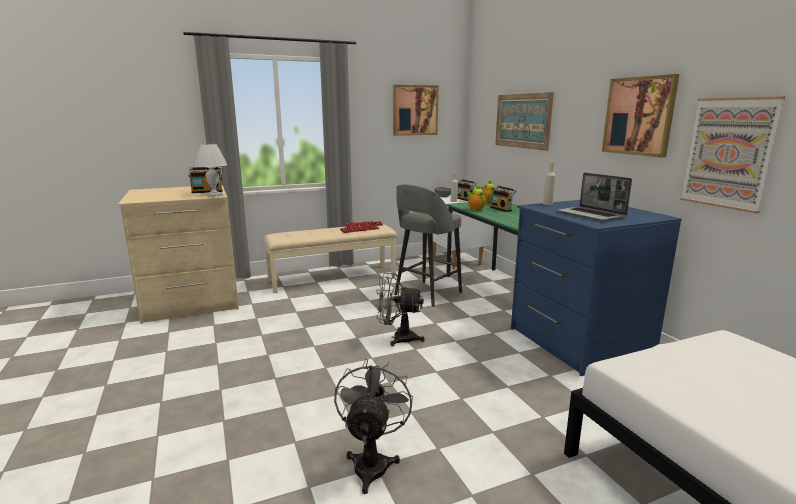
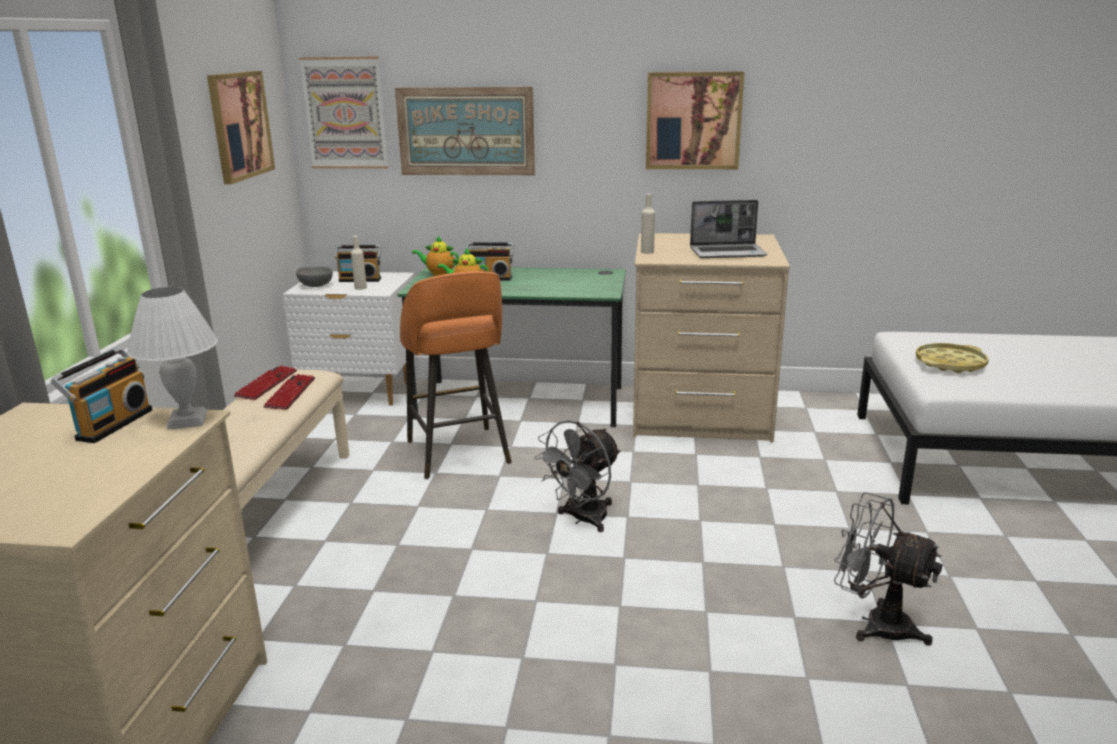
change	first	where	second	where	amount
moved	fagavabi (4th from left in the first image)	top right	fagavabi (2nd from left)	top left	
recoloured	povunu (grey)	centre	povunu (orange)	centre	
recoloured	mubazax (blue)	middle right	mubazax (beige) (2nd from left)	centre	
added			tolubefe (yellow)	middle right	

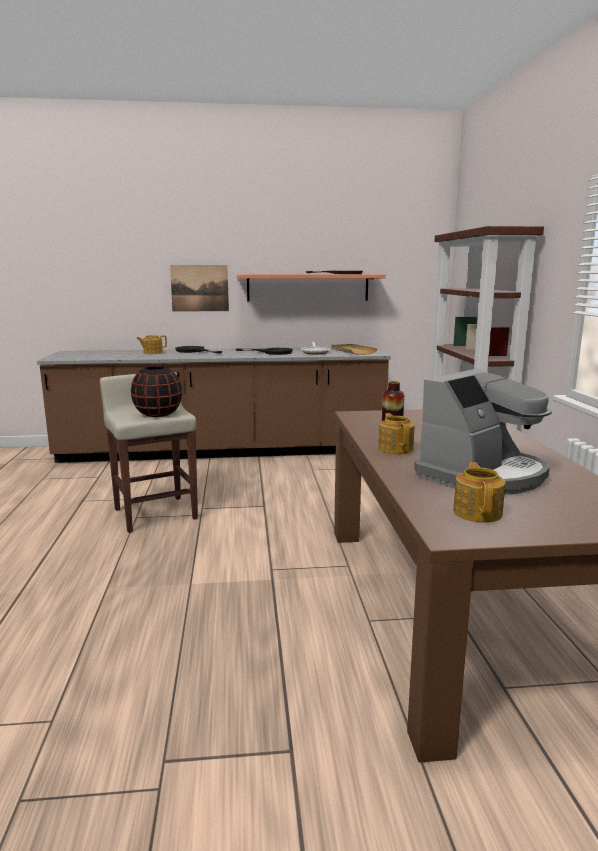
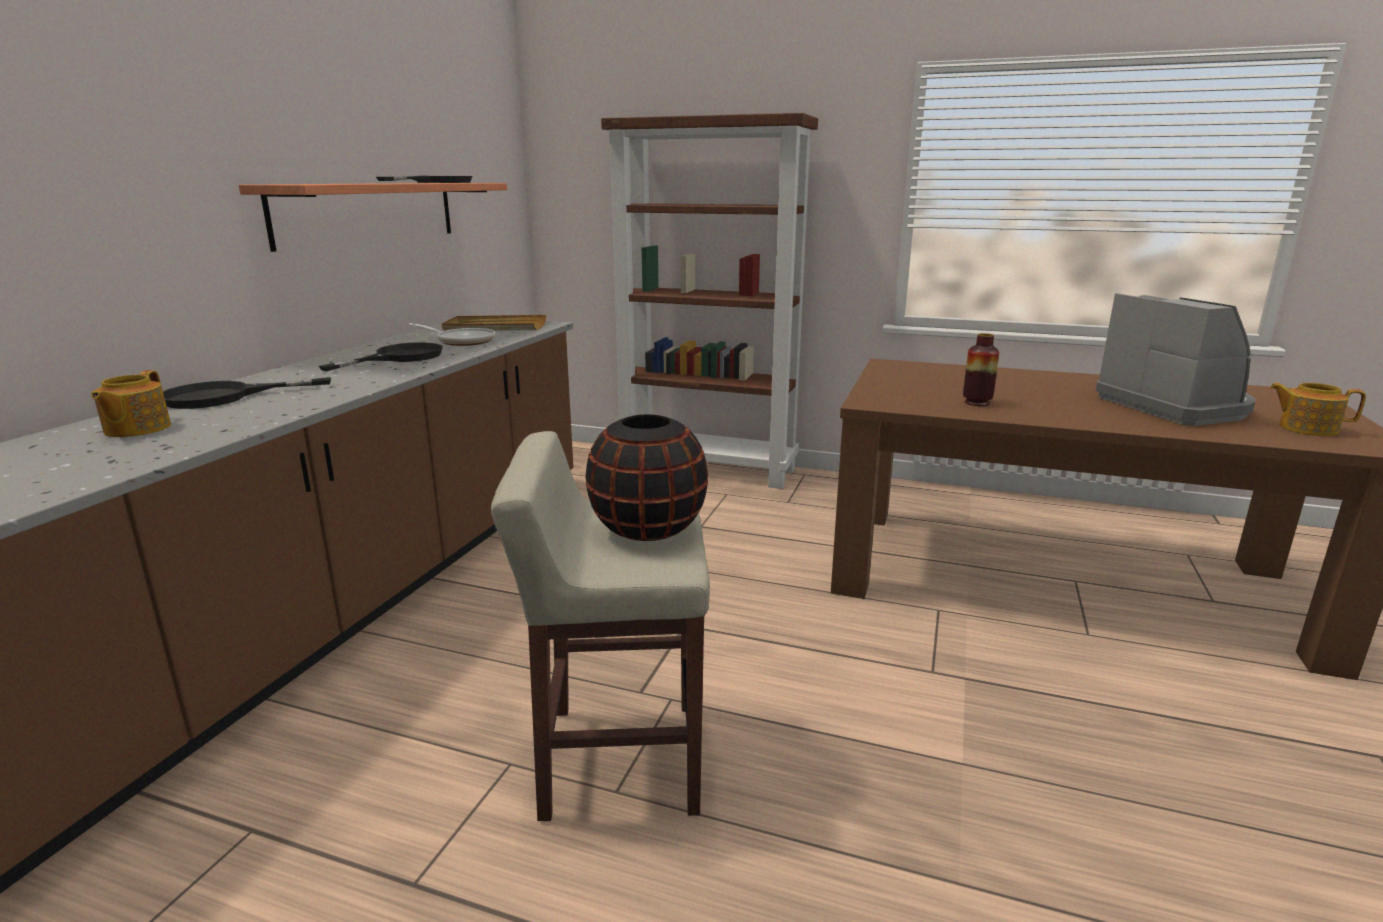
change	first	where	second	where	amount
removed	fagavabi	middle left			
removed	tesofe (2nd from left)	centre			

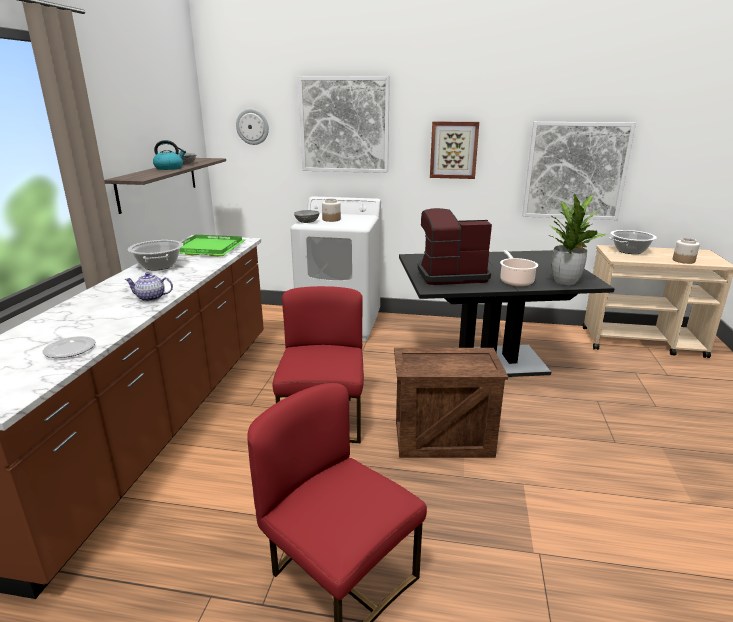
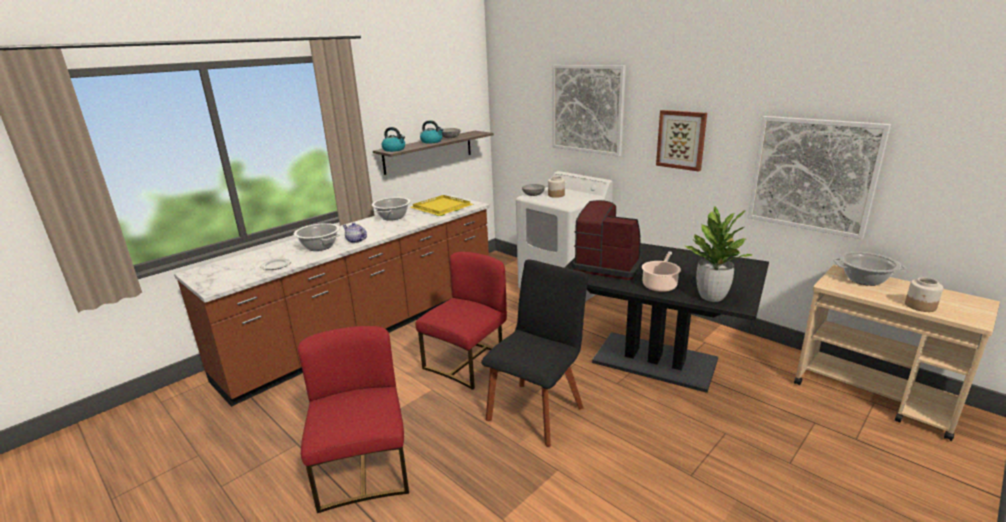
change	first	where	second	where	amount
removed	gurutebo	top centre			
recoloured	tolubefe (green)	middle left	tolubefe (yellow)	centre	
replaced	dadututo	centre	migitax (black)	bottom centre	
added			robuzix (1st from left)	top centre	
added			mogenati (1st from left)	middle left	

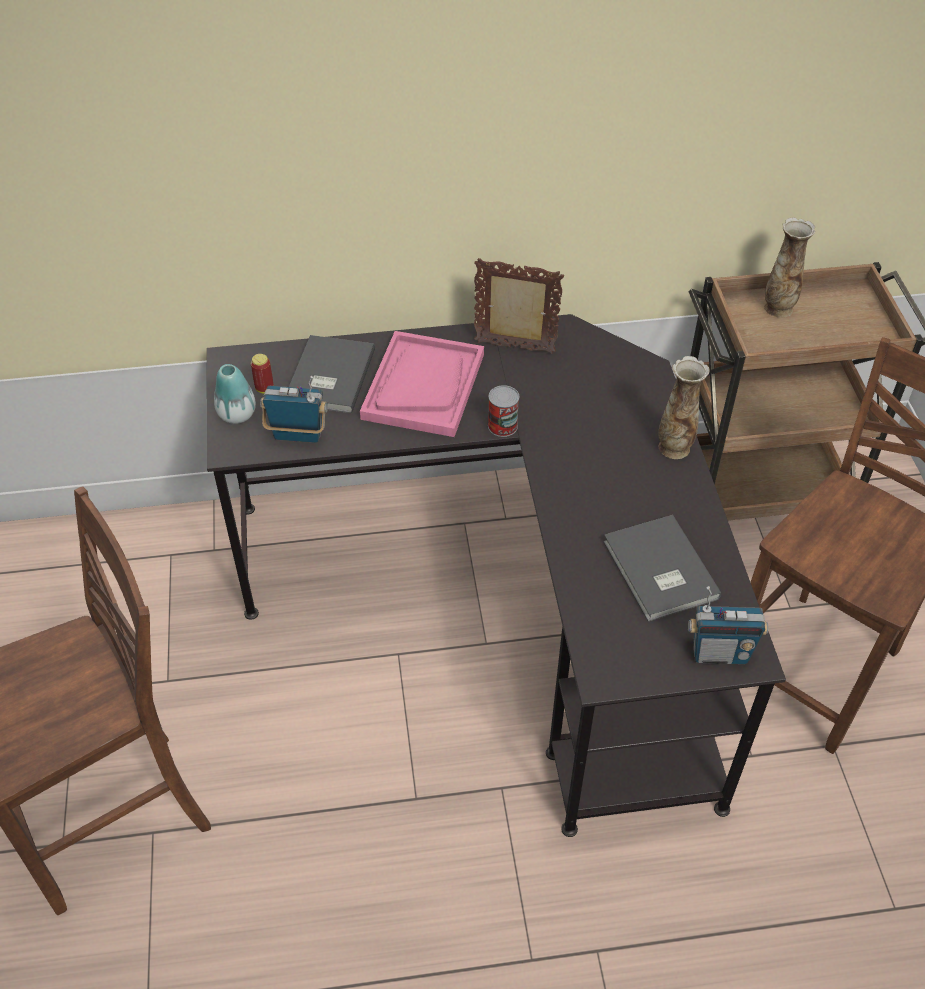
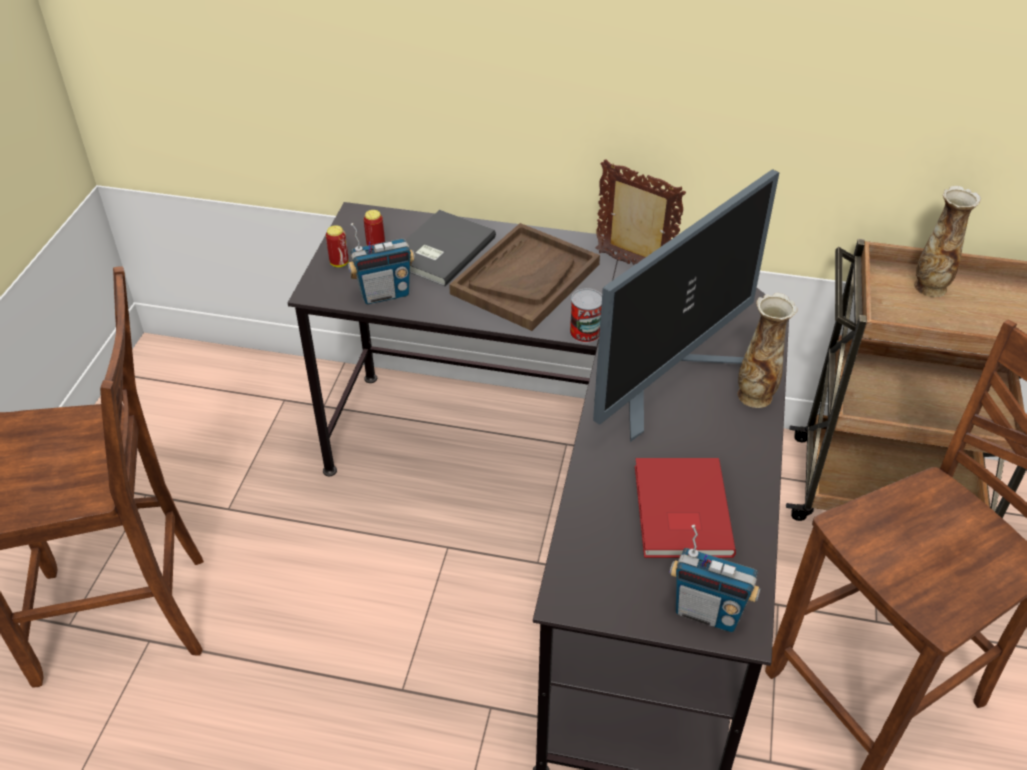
change	first	where	second	where	amount
recoloured	tolubefe (pink)	centre	tolubefe (brown)	centre	
replaced	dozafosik (1st from left)	middle left	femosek (1st from left)	top left	
turned	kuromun (1st from left)	middle left		centre	135 degrees clockwise
recoloured	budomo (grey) (2nd from left)	middle right	budomo (red)	middle right	
added			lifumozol	middle right	

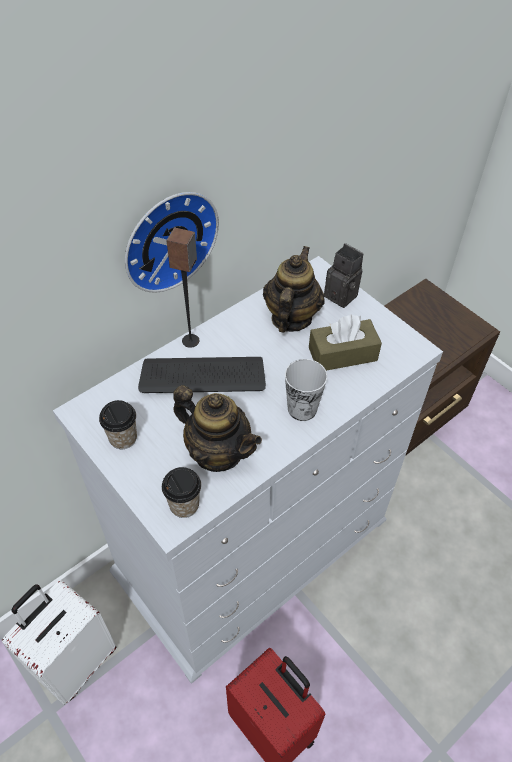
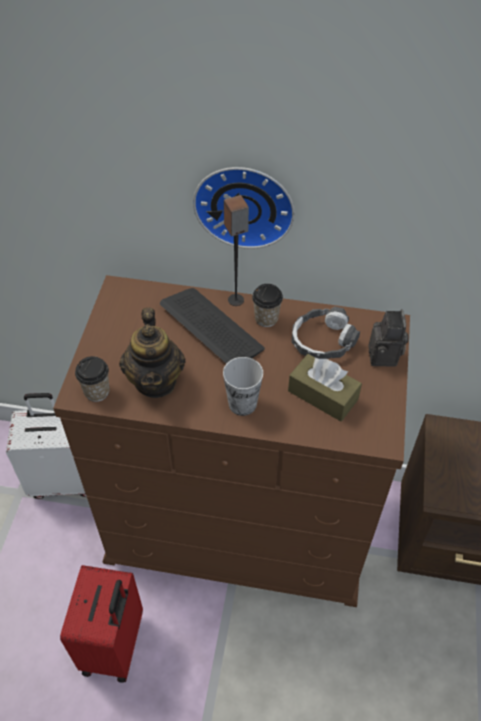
change	first	where	second	where	amount
replaced	tesofe (2nd from left)	centre	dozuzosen	middle right	
recoloured	mubazax (white)	centre	mubazax (brown)	centre	
moved	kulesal (1st from left in the first image)	middle left	kulesal (3rd from left)	centre	

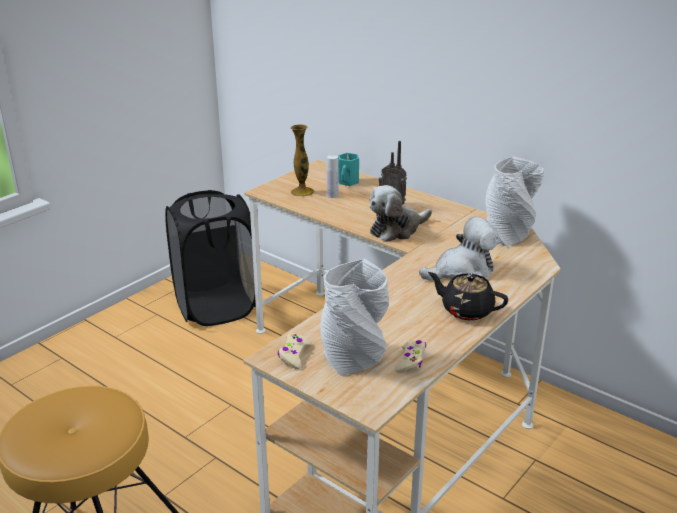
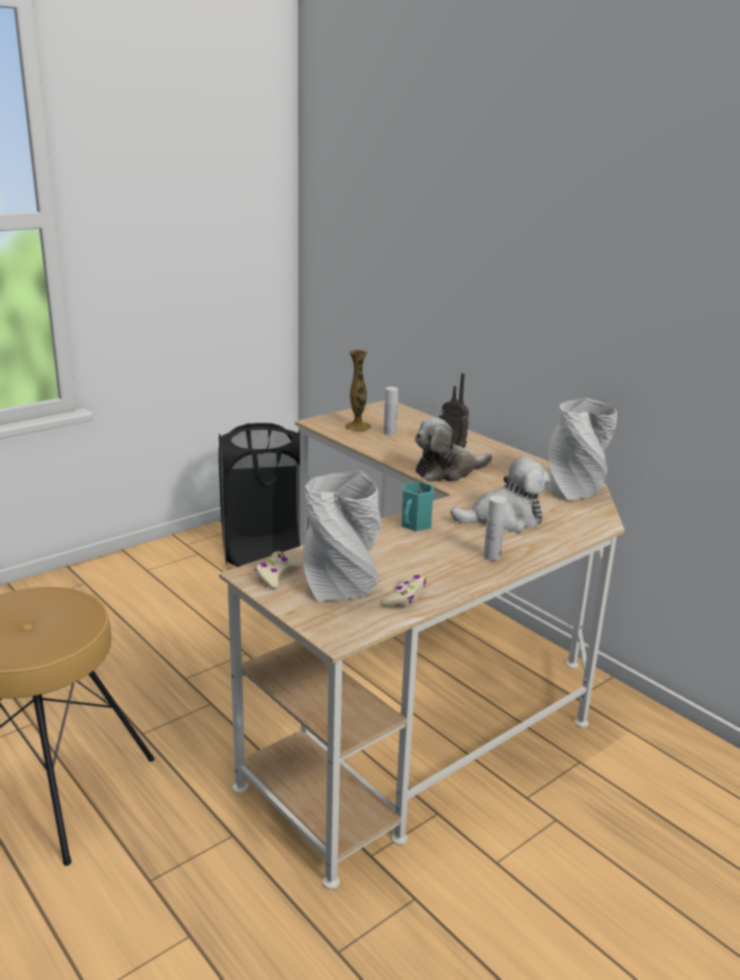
change	first	where	second	where	amount
moved	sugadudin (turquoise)	top centre		centre	
replaced	tesofe (black)	middle right	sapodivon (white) (2nd from left)	middle right	

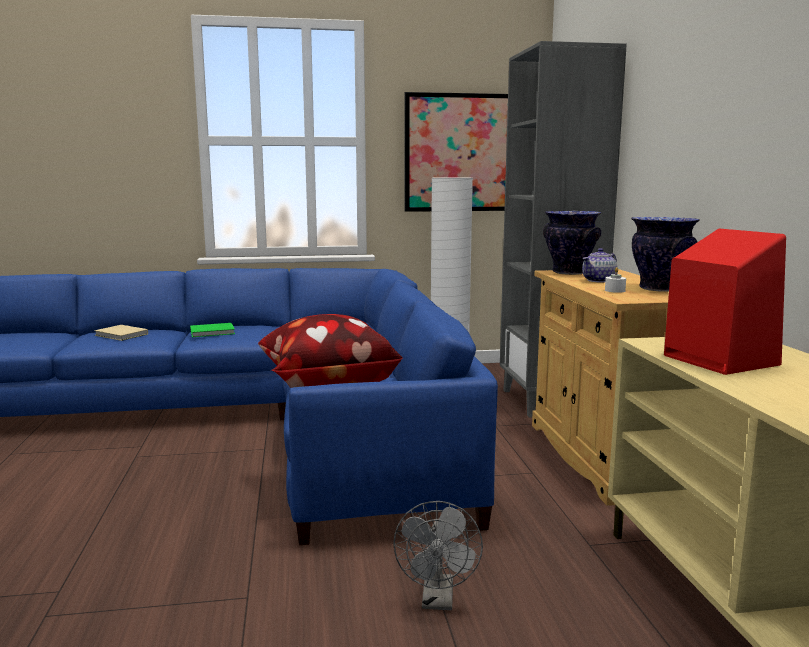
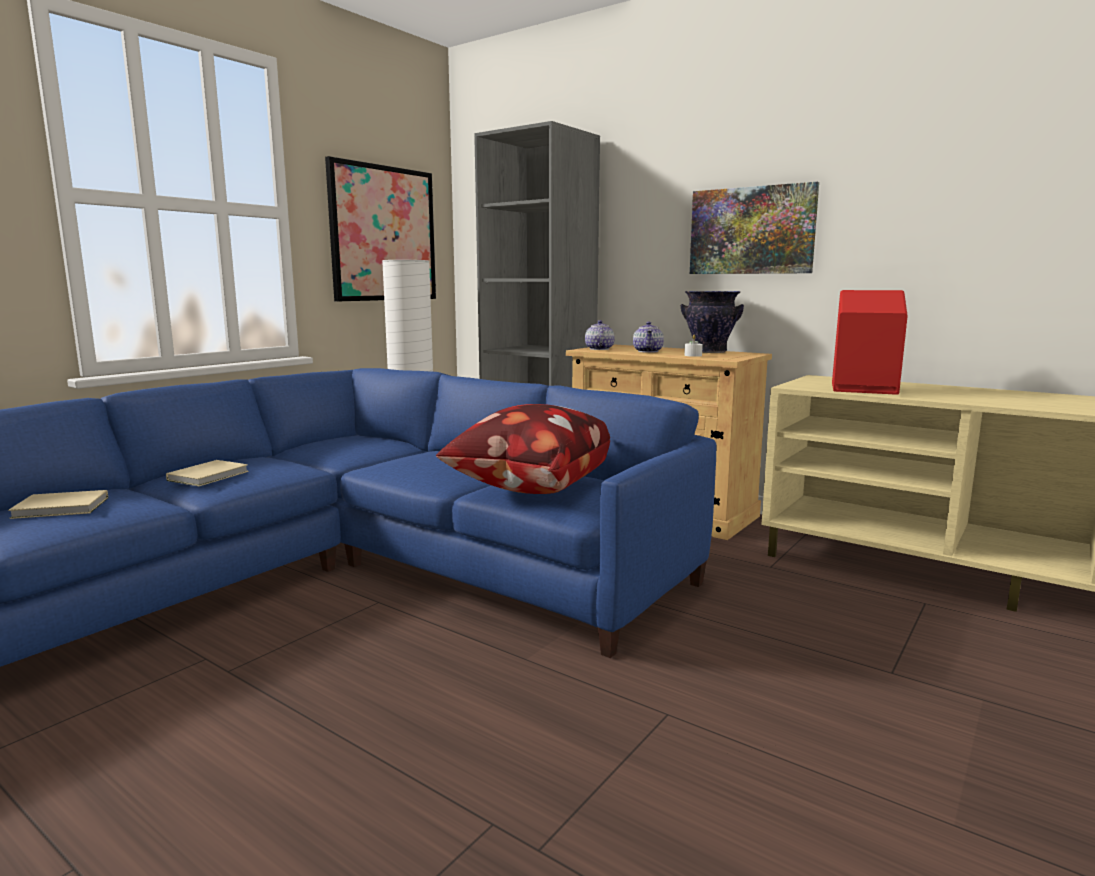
change	first	where	second	where	amount
replaced	dozafosik (1st from left)	middle right	tesofe (1st from left)	centre	
recoloured	budomo (green)	middle left	budomo (beige) (2nd from left)	middle left	
removed	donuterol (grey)	bottom centre			
added			fagavabi (2nd from left)	top right	

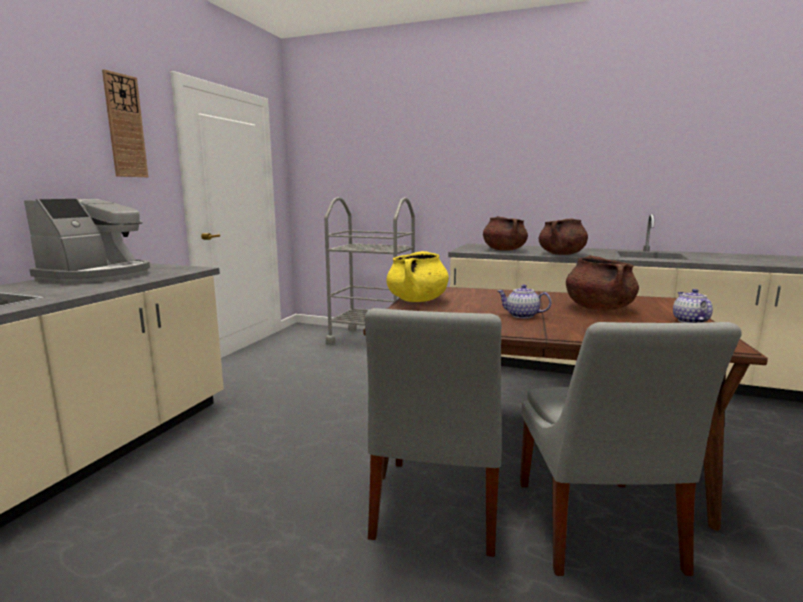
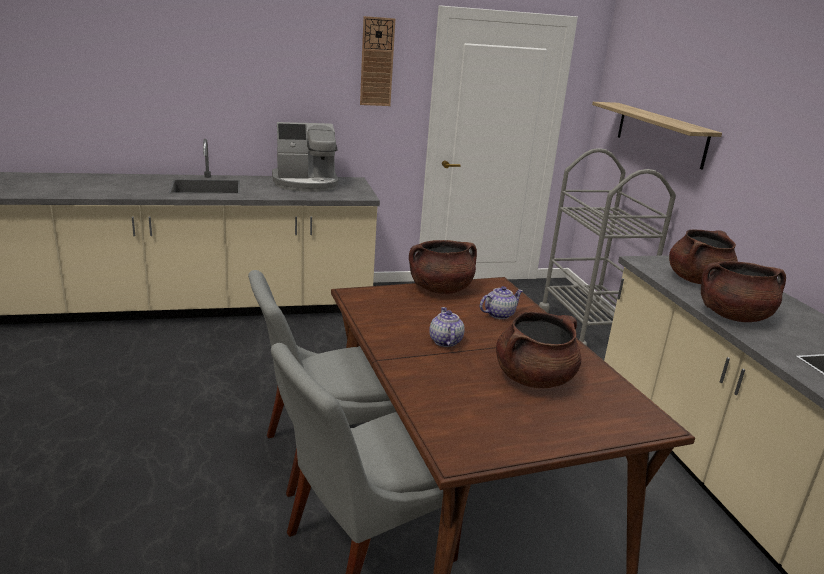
change	first	where	second	where	amount
recoloured	mogenati (yellow)	centre	mogenati (brown) (1st from left)	centre	
moved	tesofe (2nd from left)	middle right		centre	
added			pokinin	top right	

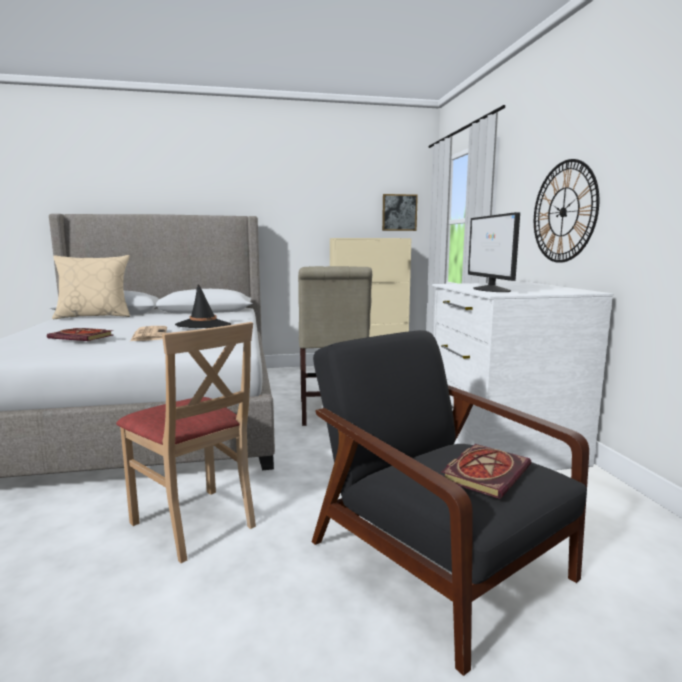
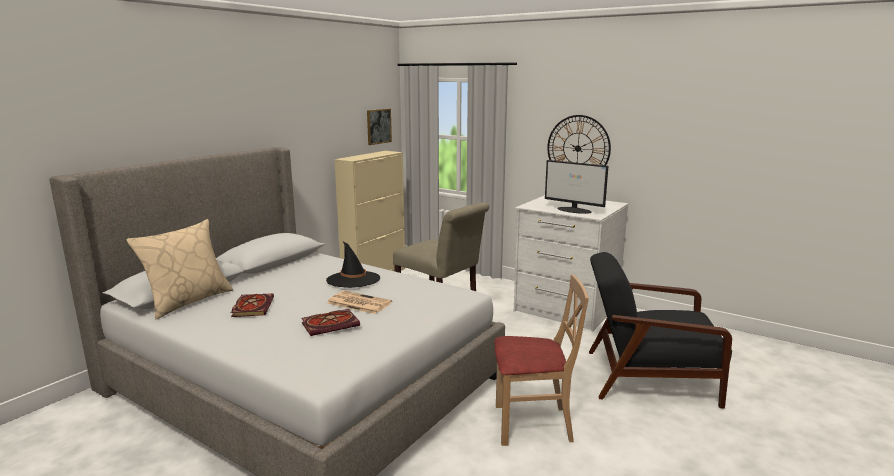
change	first	where	second	where	amount
moved	budomo (2nd from left in the first image)	bottom right	budomo (1st from left)	middle left	

